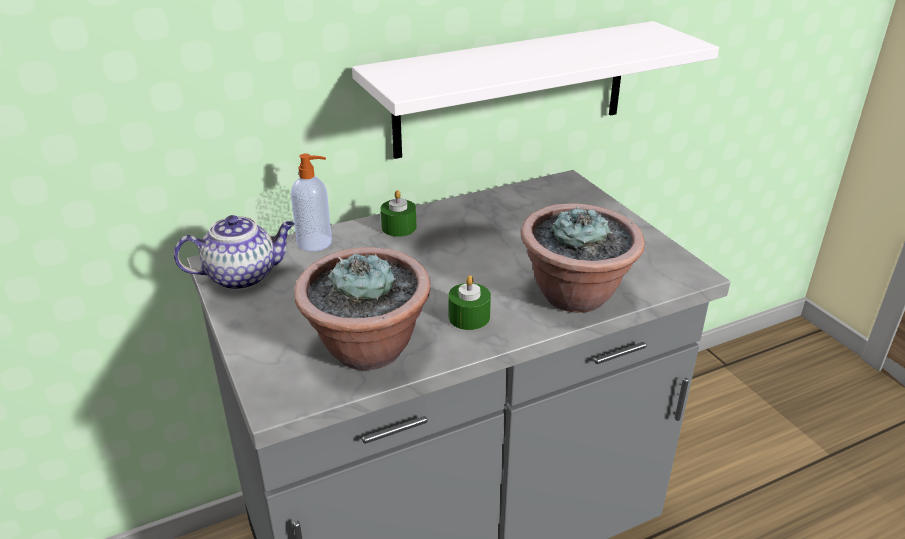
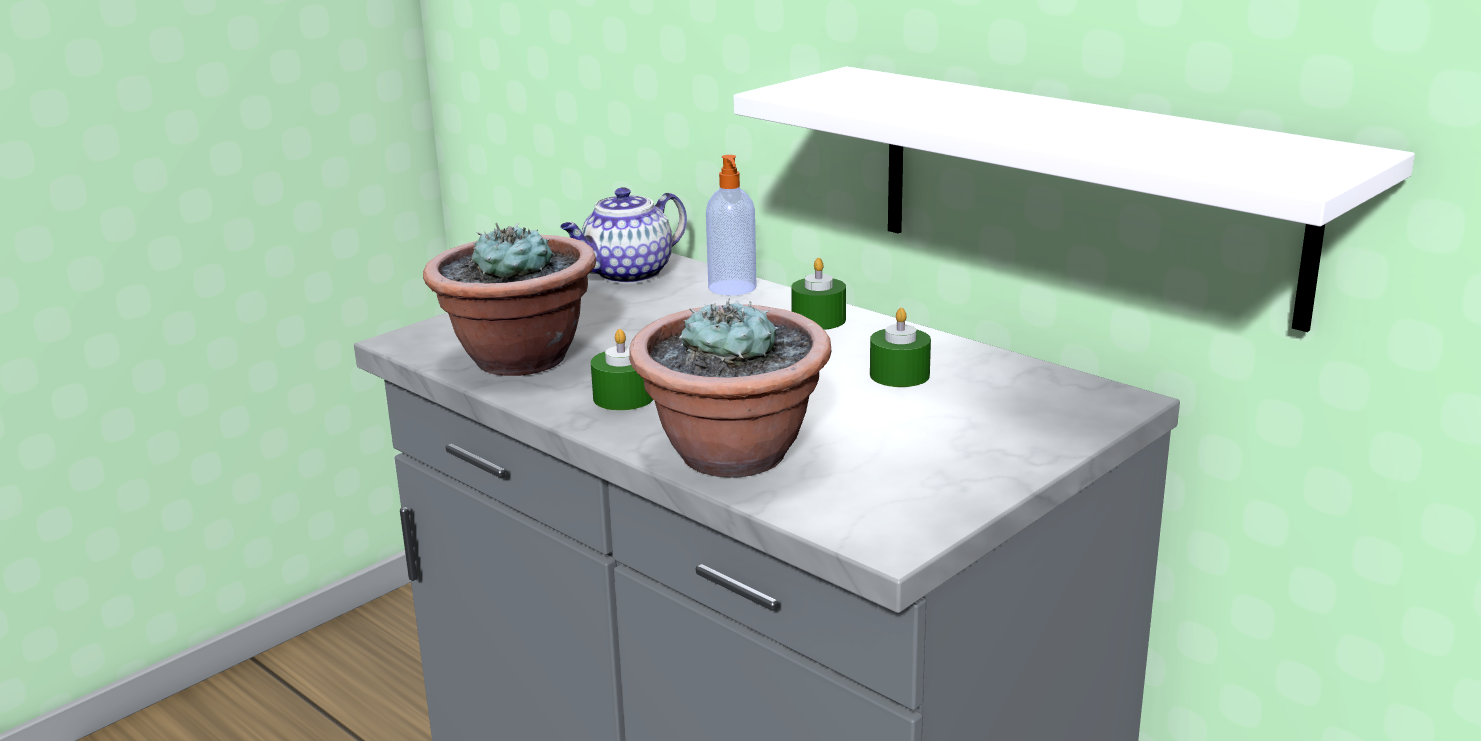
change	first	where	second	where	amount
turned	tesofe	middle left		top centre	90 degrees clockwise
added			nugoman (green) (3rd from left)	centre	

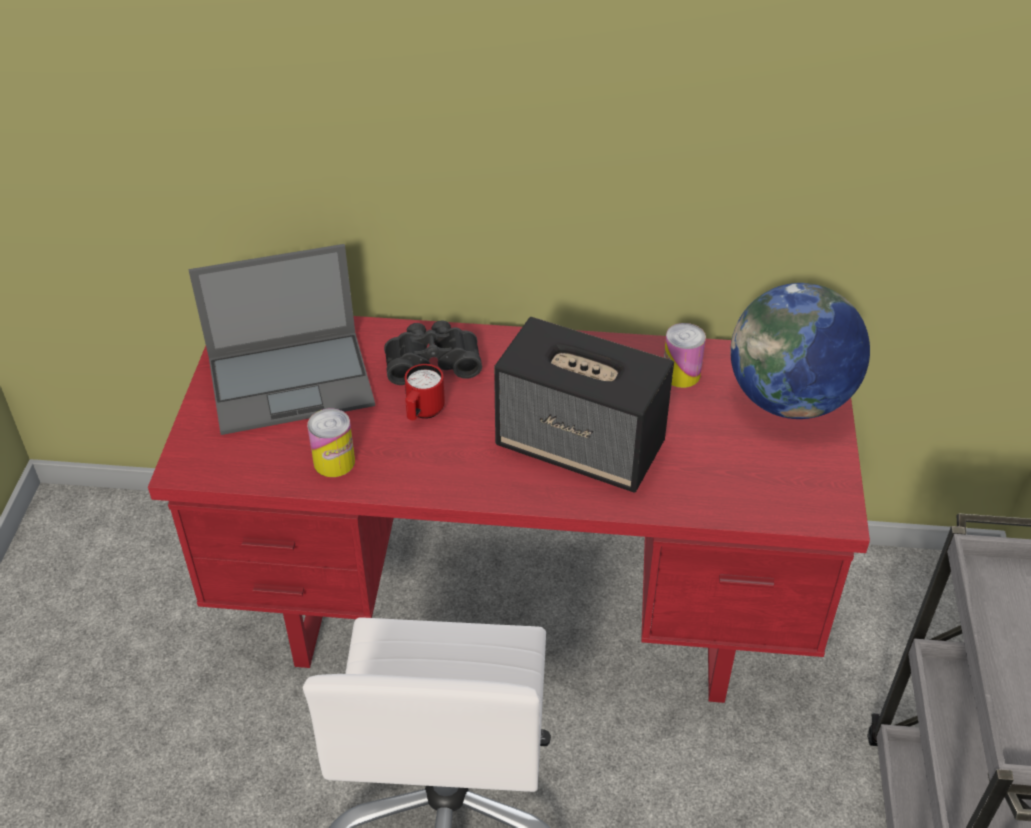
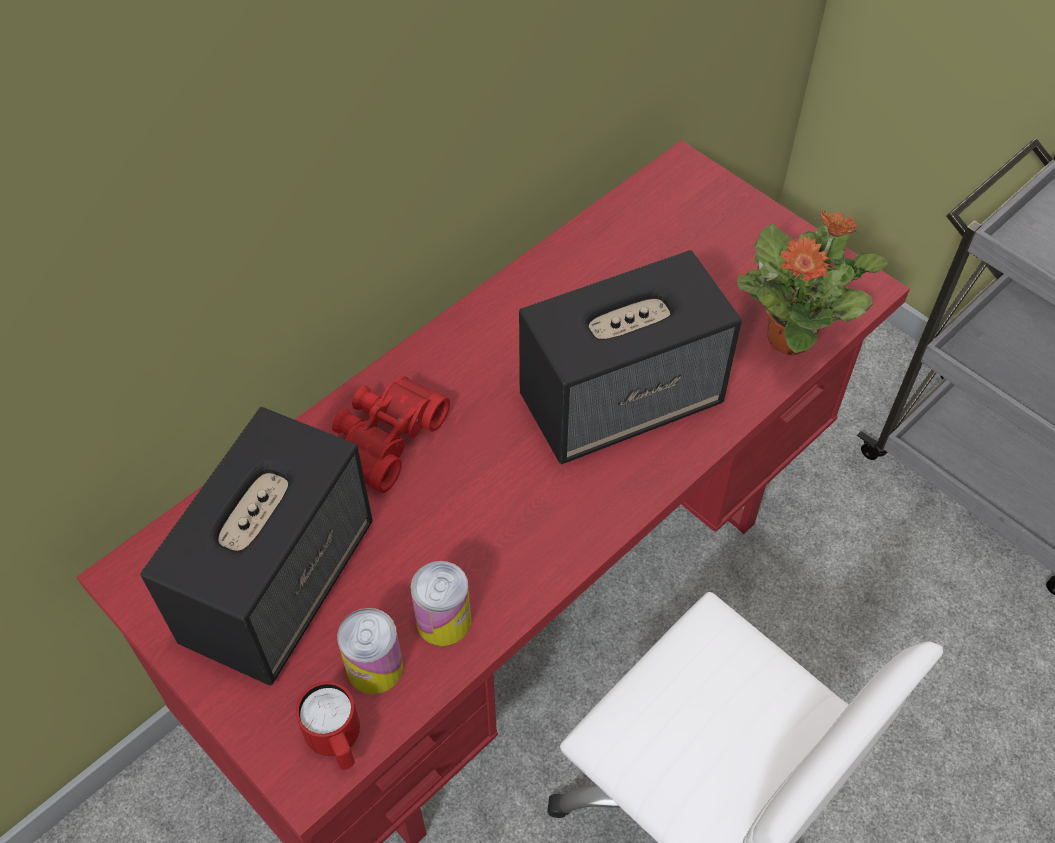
change	first	where	second	where	amount
replaced	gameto	middle left	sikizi (1st from left)	middle left	
removed	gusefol	middle right			
recoloured	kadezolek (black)	centre	kadezolek (red)	centre	
moved	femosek (2nd from left in the first image)	centre	femosek (1st from left)	bottom centre	
moved	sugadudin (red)	centre		bottom left	
added			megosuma	middle right	

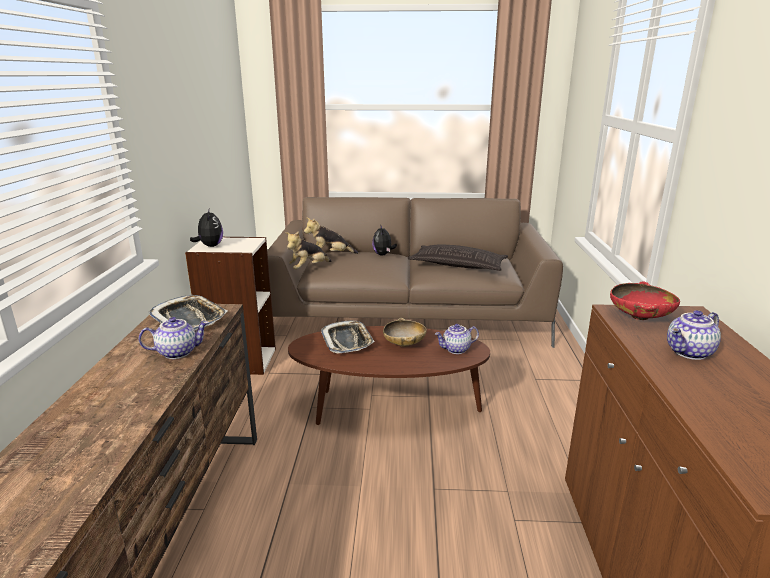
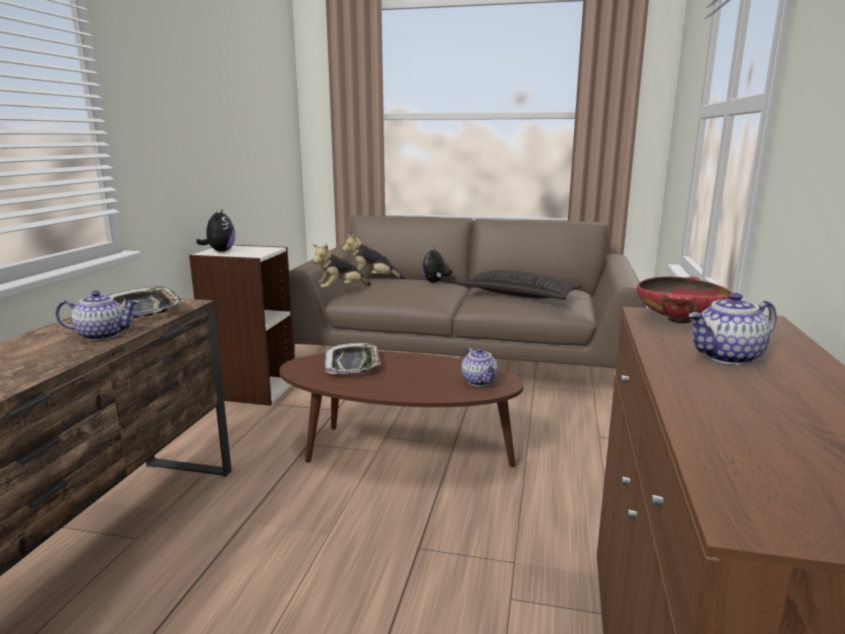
change	first	where	second	where	amount
removed	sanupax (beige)	centre			
turned	tesofe (2nd from left)	centre		centre	105 degrees counterclockwise

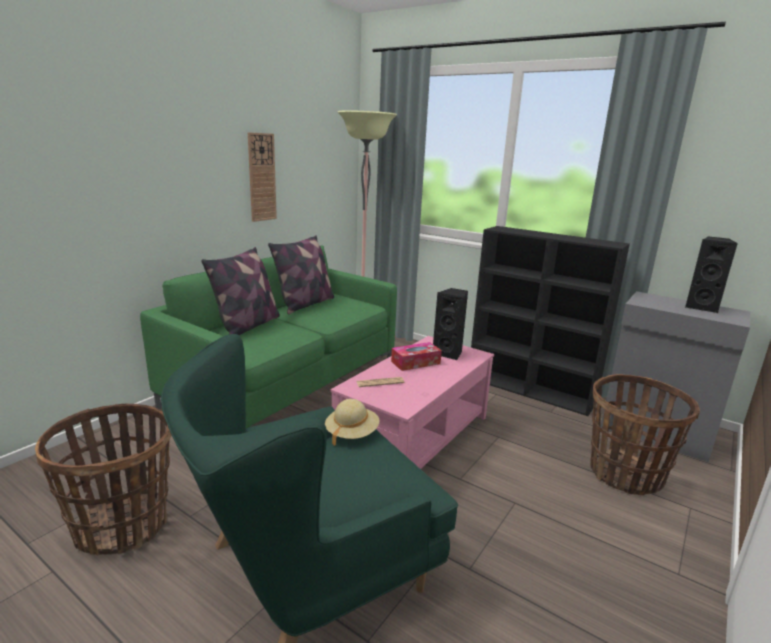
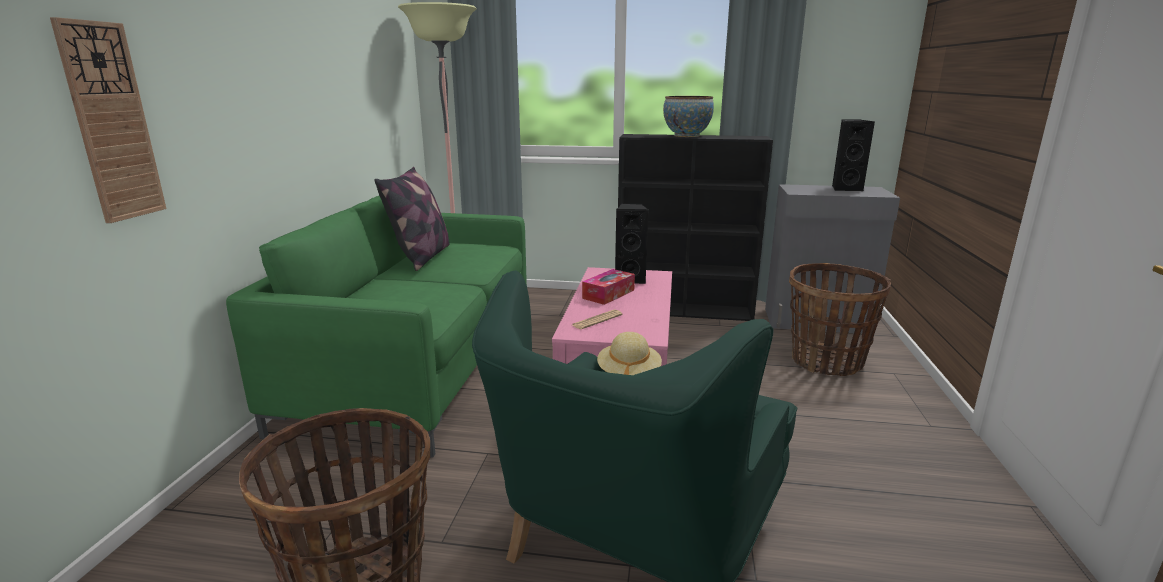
change	first	where	second	where	amount
moved	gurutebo	top centre		top left	
removed	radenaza (1st from left)	middle left			
added			sanupax	top centre	

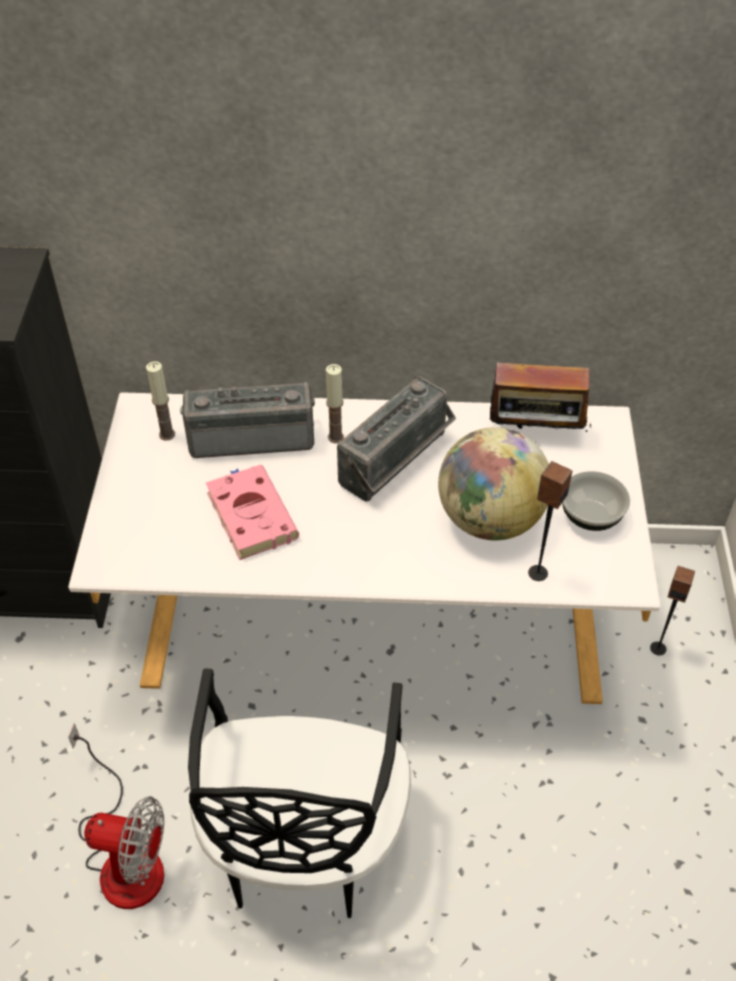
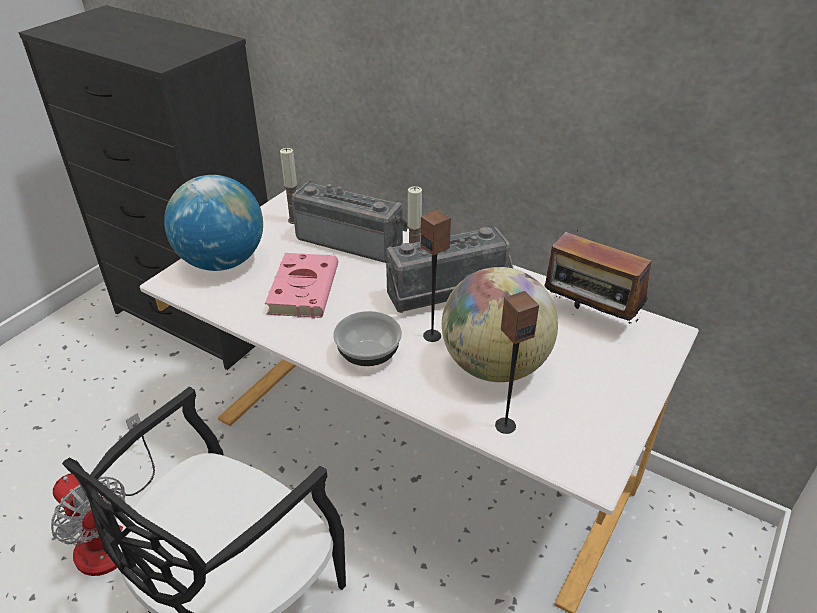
change	first	where	second	where	amount
moved	sanupax	middle right		centre	
moved	sikizi (2nd from left in the first image)	middle right	sikizi (1st from left)	centre	
added			gusefol (1st from left)	middle left	

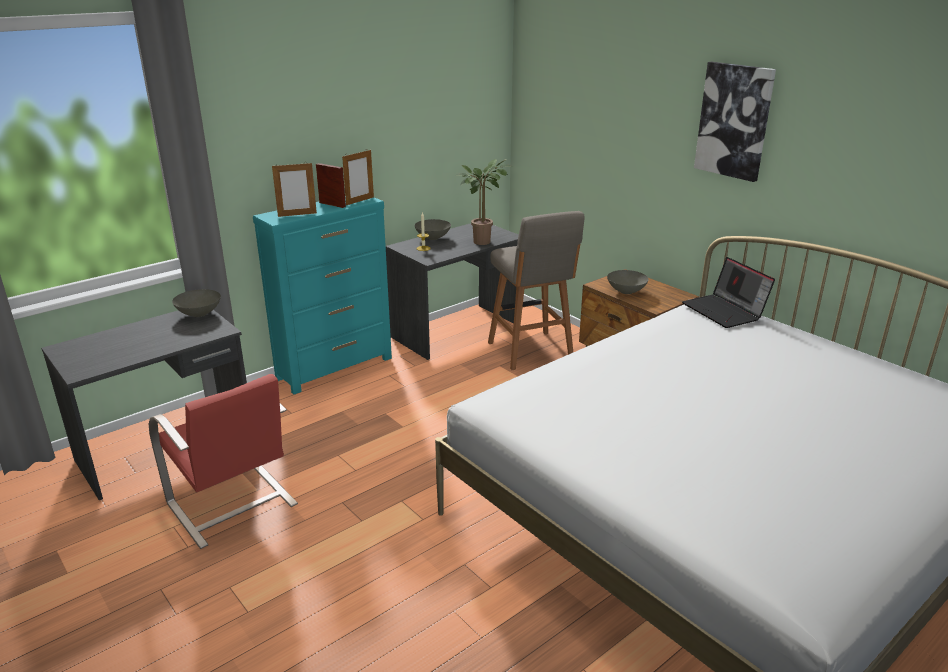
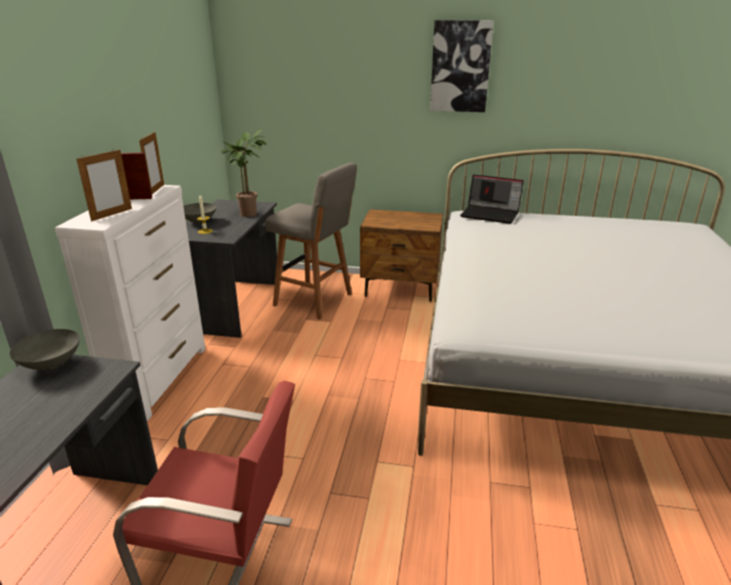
change	first	where	second	where	amount
recoloured	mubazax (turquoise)	centre	mubazax (white)	middle left	
removed	sanupax (grey) (3rd from left)	centre			

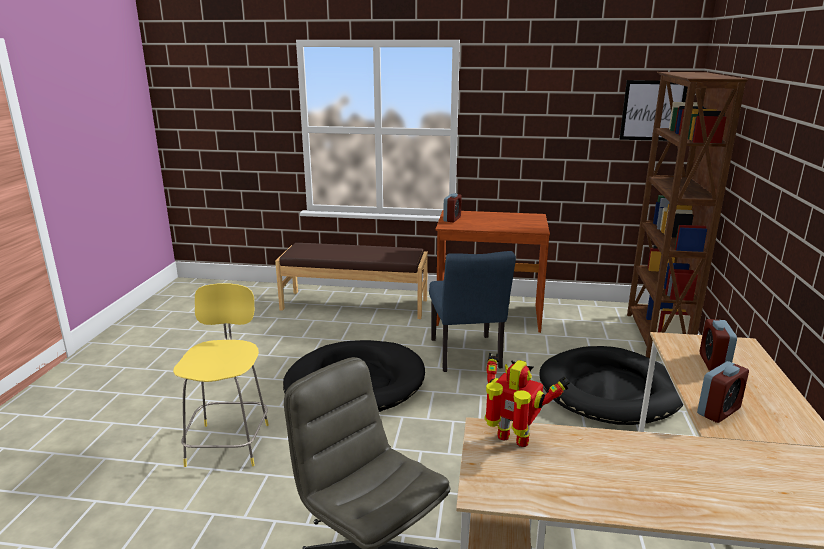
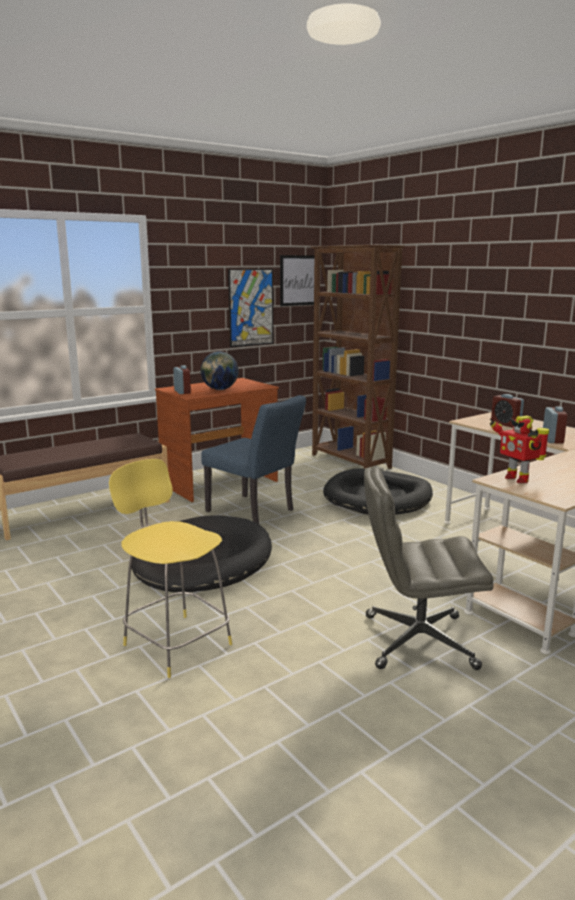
change	first	where	second	where	amount
turned	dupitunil	bottom centre		middle right	105 degrees counterclockwise
added			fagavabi (1st from left)	centre	
added			gusefol	centre	

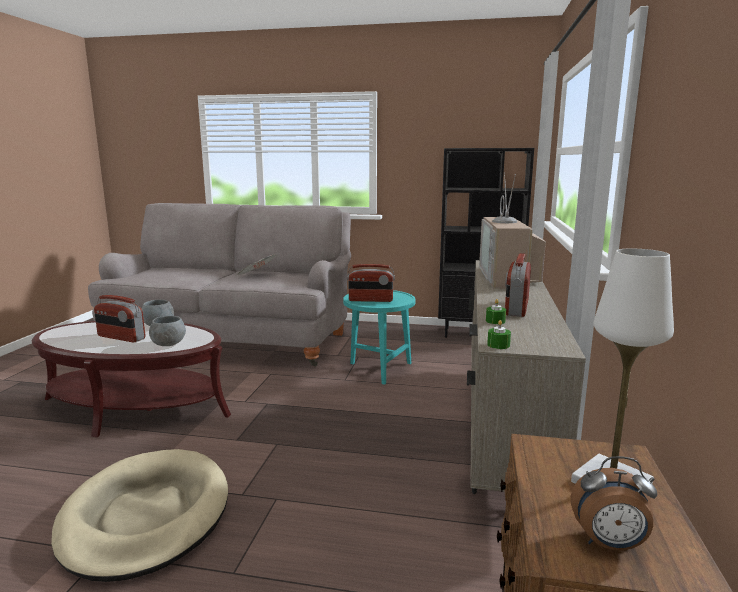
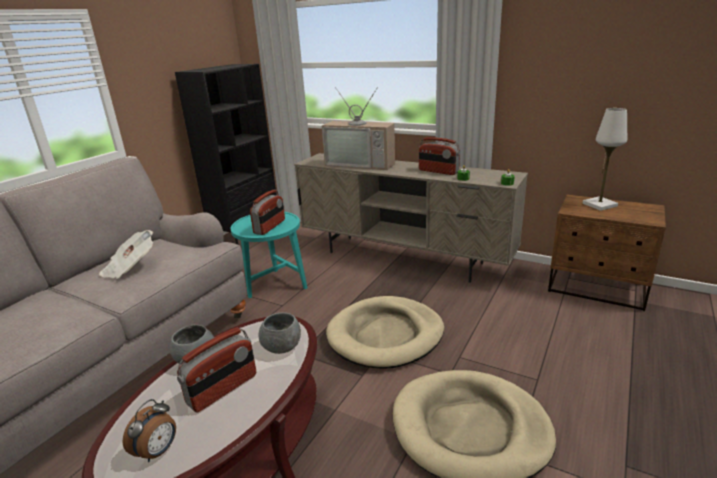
change	first	where	second	where	amount
moved	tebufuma	bottom right		bottom left	
added			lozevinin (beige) (1st from left)	bottom centre	

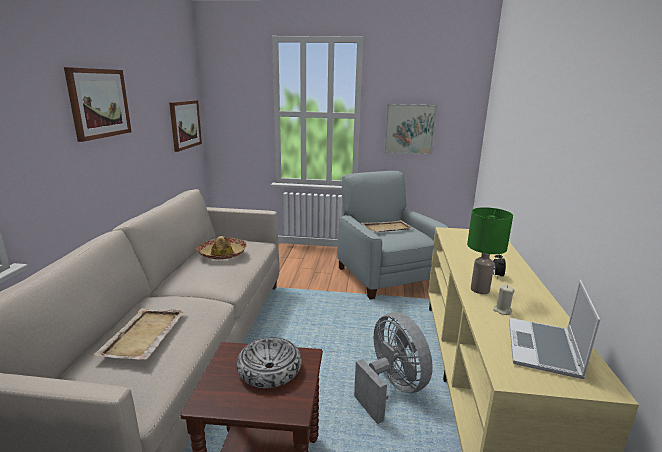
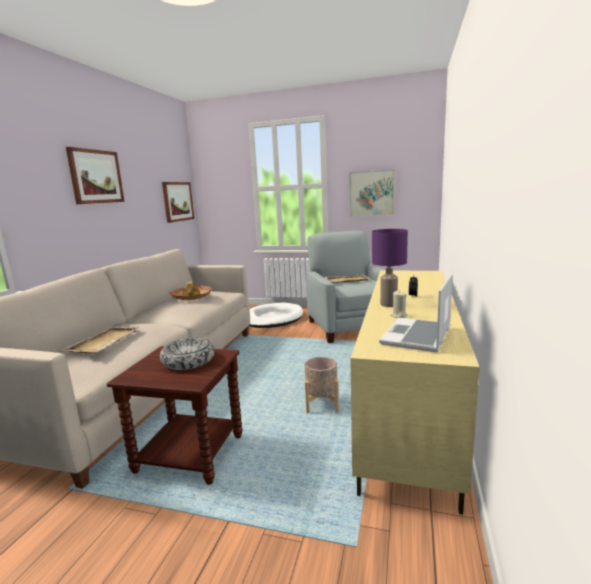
change	first	where	second	where	amount
recoloured	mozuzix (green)	middle right	mozuzix (purple)	centre	
replaced	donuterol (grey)	bottom centre	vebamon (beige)	centre	
added			lozevinin (white)	centre	

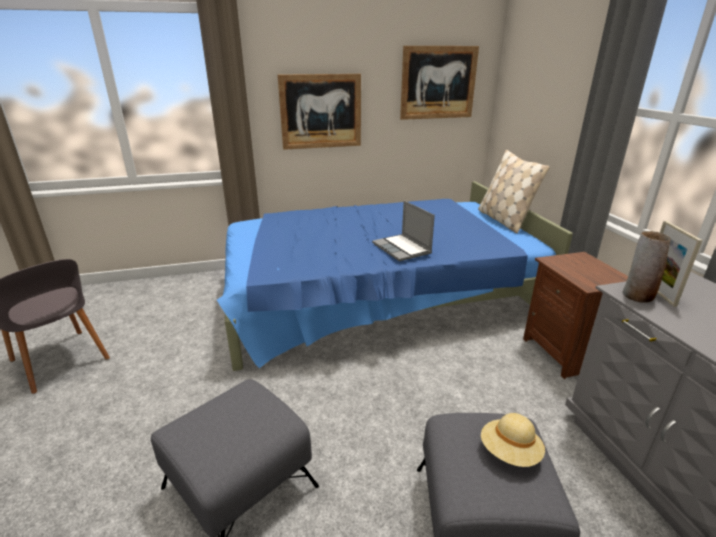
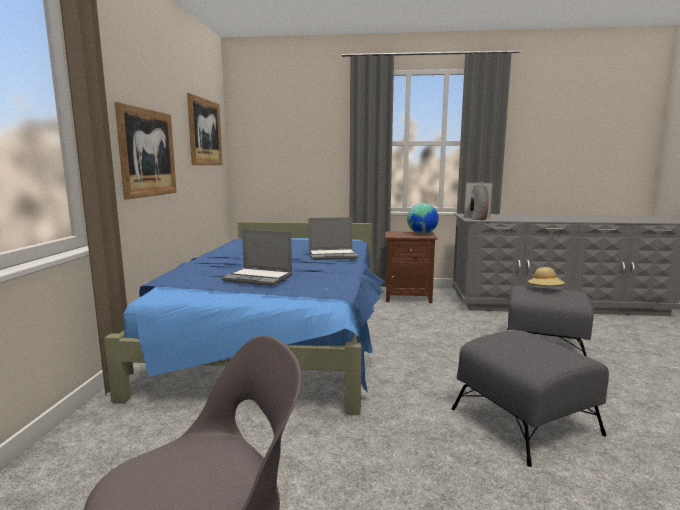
change	first	where	second	where	amount
removed	radenaza (beige)	middle right			
added			gusefol	centre	
added			gameto (1st from left)	centre	

